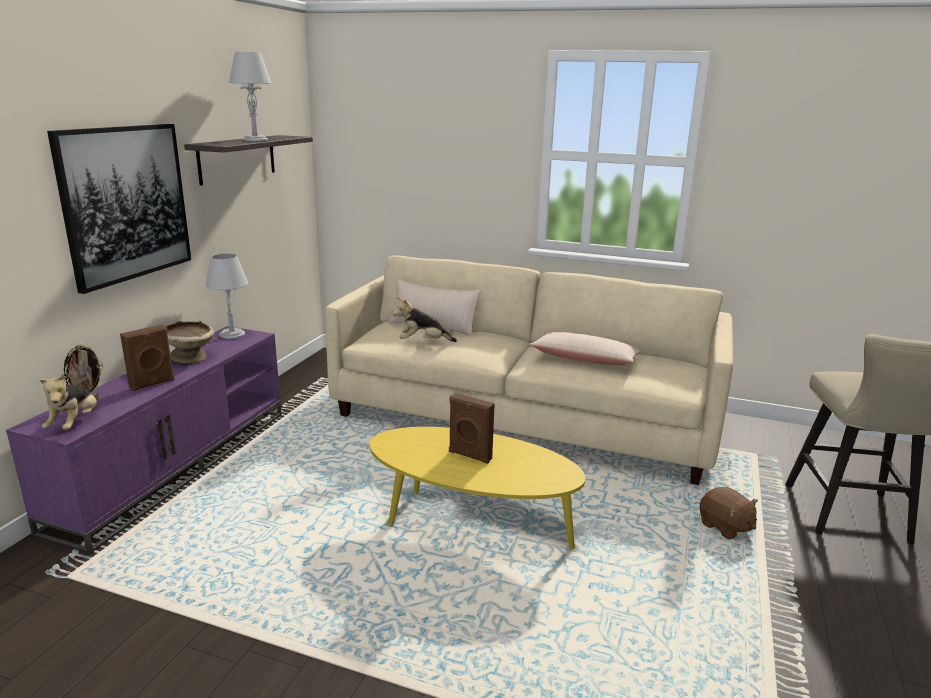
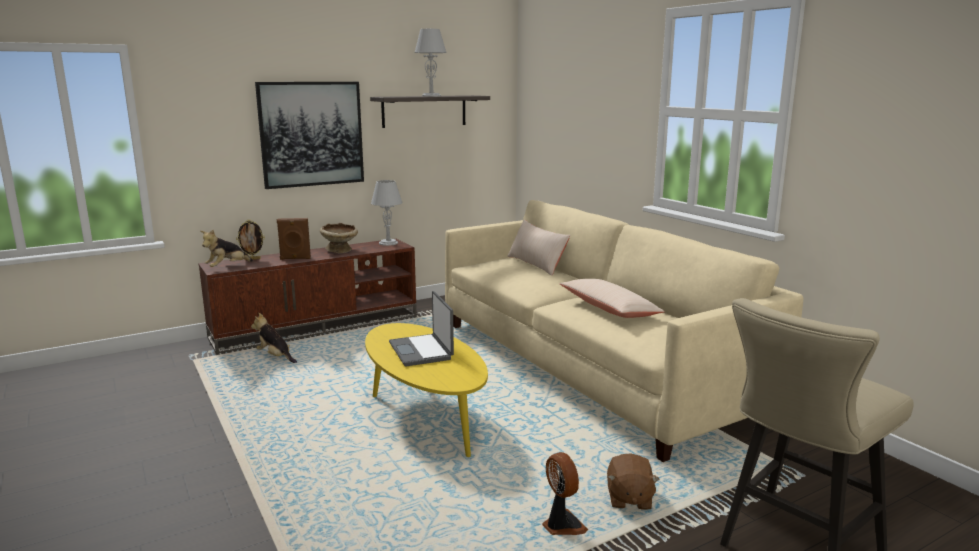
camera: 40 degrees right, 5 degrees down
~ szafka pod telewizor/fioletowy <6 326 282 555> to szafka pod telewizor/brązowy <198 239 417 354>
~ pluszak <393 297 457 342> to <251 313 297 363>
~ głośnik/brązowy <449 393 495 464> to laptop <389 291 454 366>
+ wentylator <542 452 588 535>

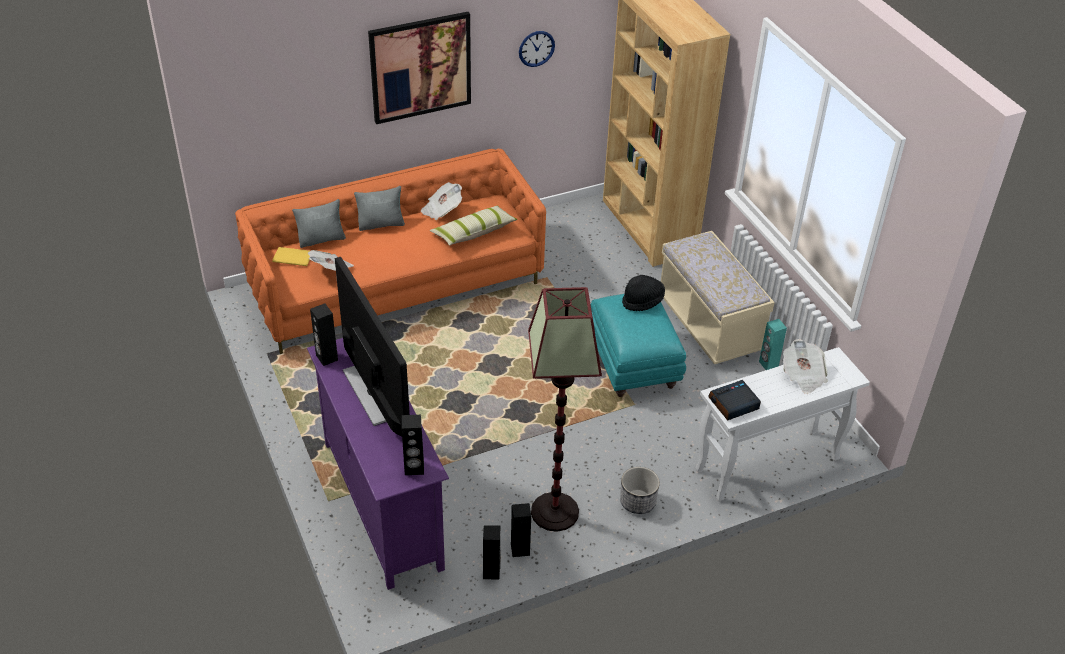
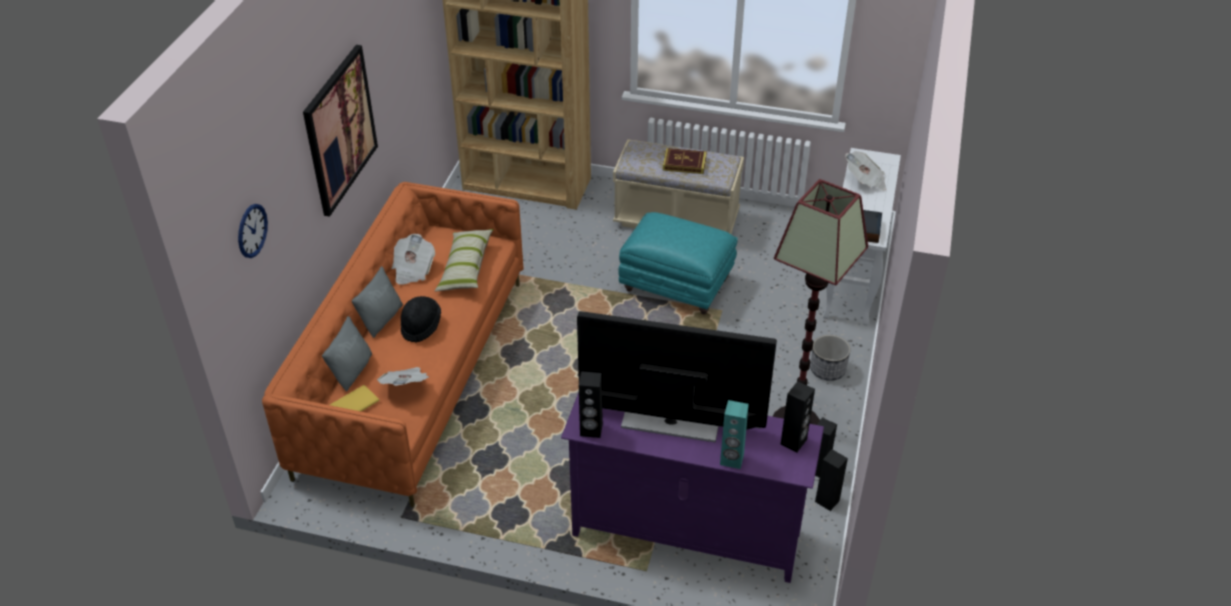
camera: 50 degrees left, 0 degrees up
~ zegar ścienny <519 31 555 67> to <238 204 268 258>
~ kapelusz/czarny <622 275 665 311> to <401 296 441 343>
~ głośnik/turkusowy <759 319 787 370> to <720 400 749 469>
+ książka <663 148 707 174>

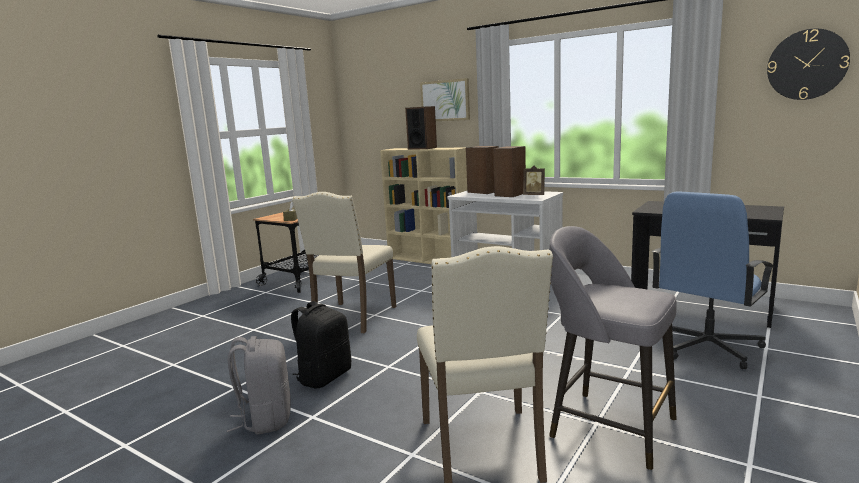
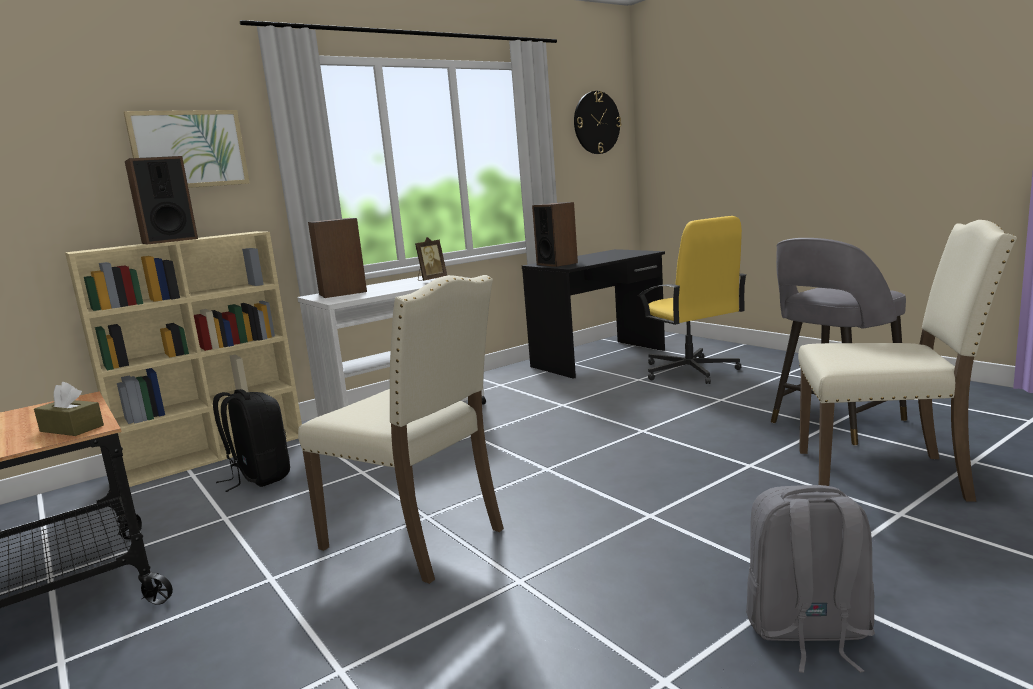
camera: 70 degrees left, 0 degrees up
~ plecak/czarny <291 301 351 389> to <213 389 290 492>
~ głośnik <493 146 526 197> to <532 202 578 267>
~ krzesło biurowe/niebieski <652 192 774 369> to krzesło biurowe/żółty <638 216 746 384>

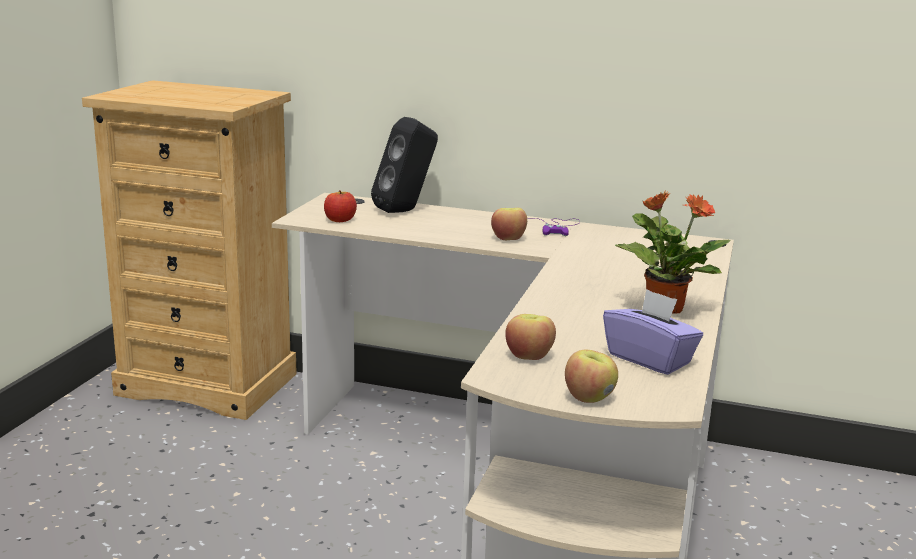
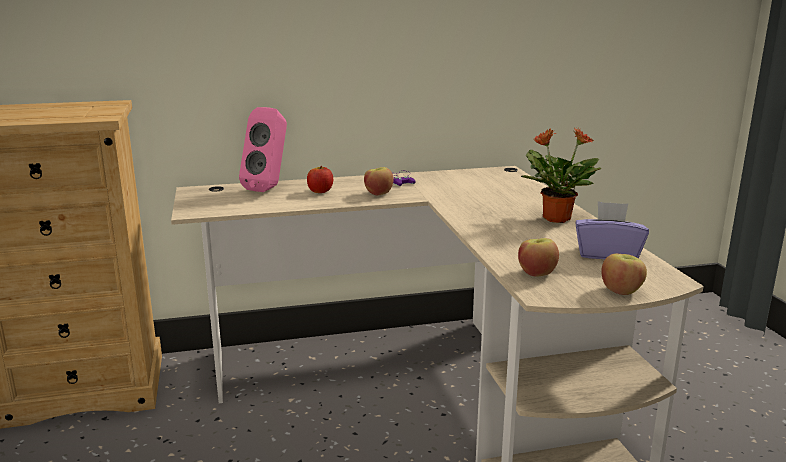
camera: 30 degrees left, 0 degrees up
~ jabłko <324 190 357 222> to <307 166 333 193>
~ głośnik/czarny <371 117 438 213> to głośnik/różowy <239 107 287 192>

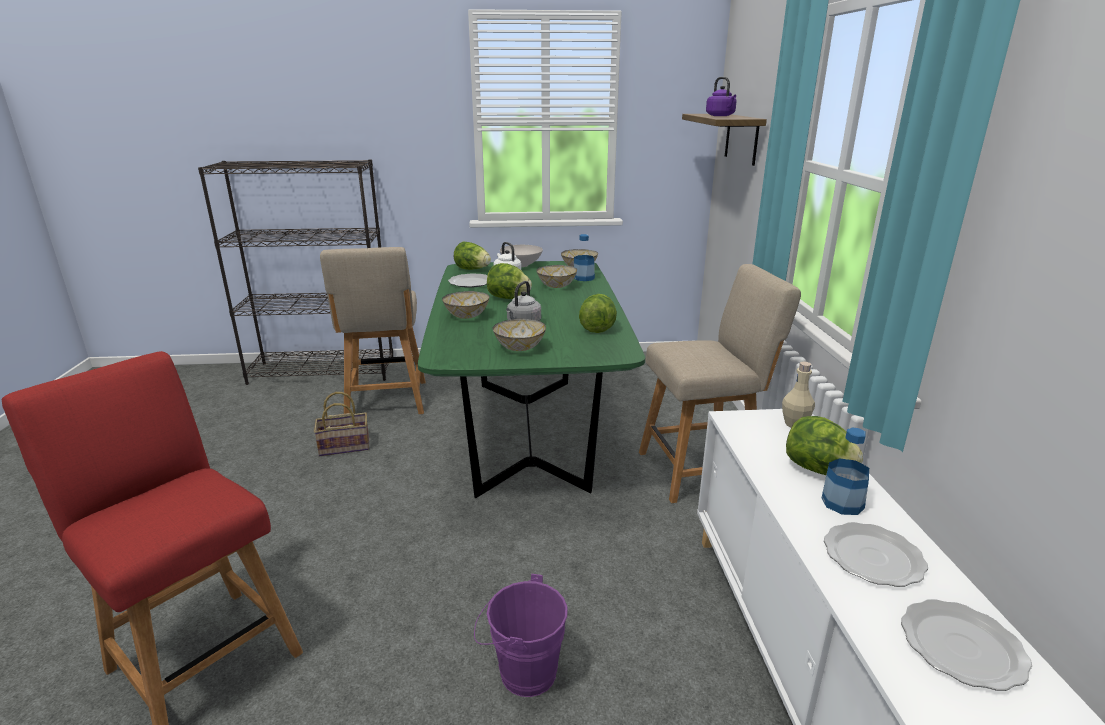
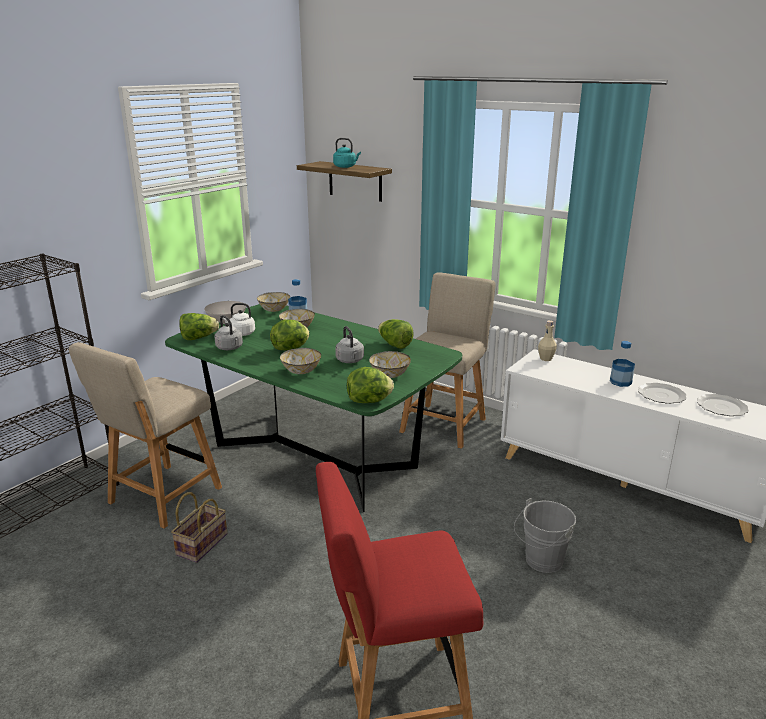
camera: 50 degrees left, 0 degrees up
~ krzesło/beżowy <320 247 426 414> = <69 342 222 529> 90 degrees clockwise
~ talerz <448 273 488 288> to czajnik/szary <214 315 243 350>
~ wiadro/fioletowy <474 574 568 697> to wiadro/szary <514 498 576 573>
~ czajnik/fioletowy <706 77 737 116> to czajnik/turkusowy <333 138 361 168>
~ sałata <786 416 863 475> to <347 367 394 403>

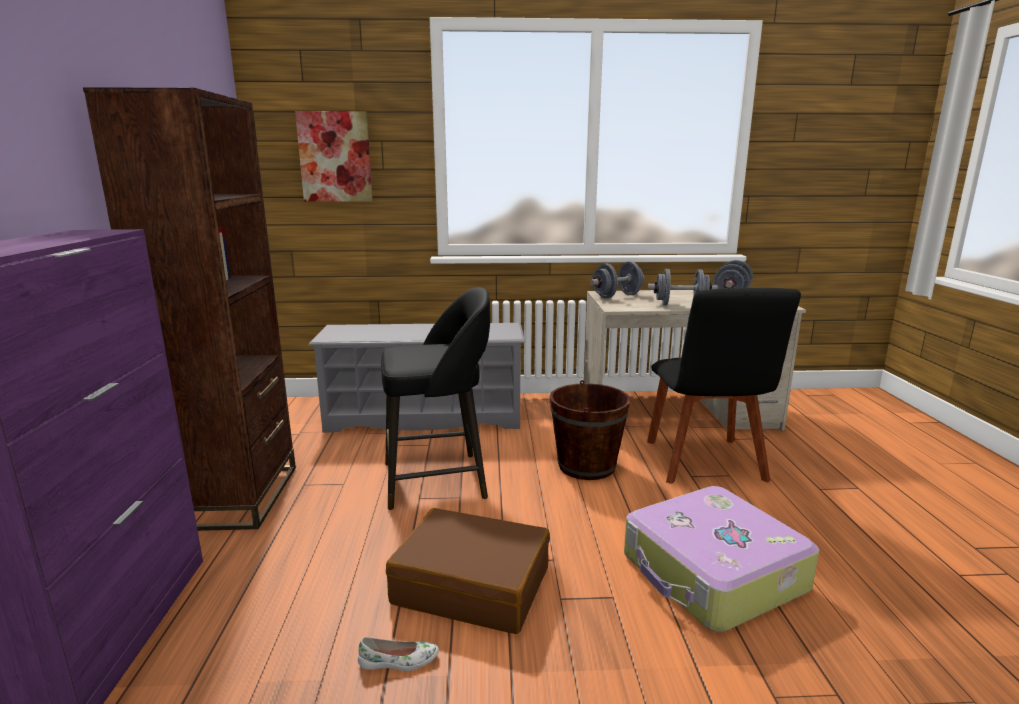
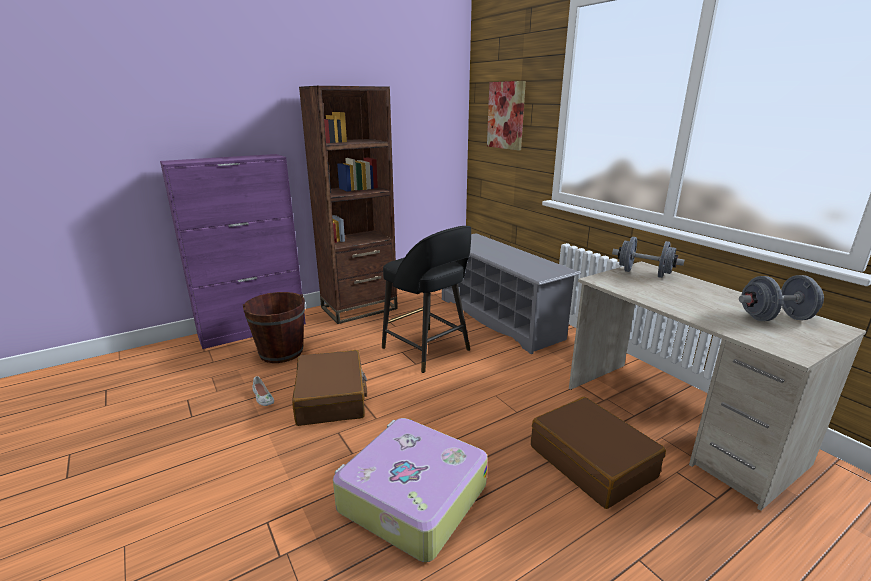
camera: 60 degrees right, 5 degrees up
~ wiadro/brązowy <550 380 630 480> to <243 292 305 363>
~ krzesło/czarny <647 288 801 484> to walizka/brązowy <531 397 666 509>
- hantel/szary <648 269 718 305>

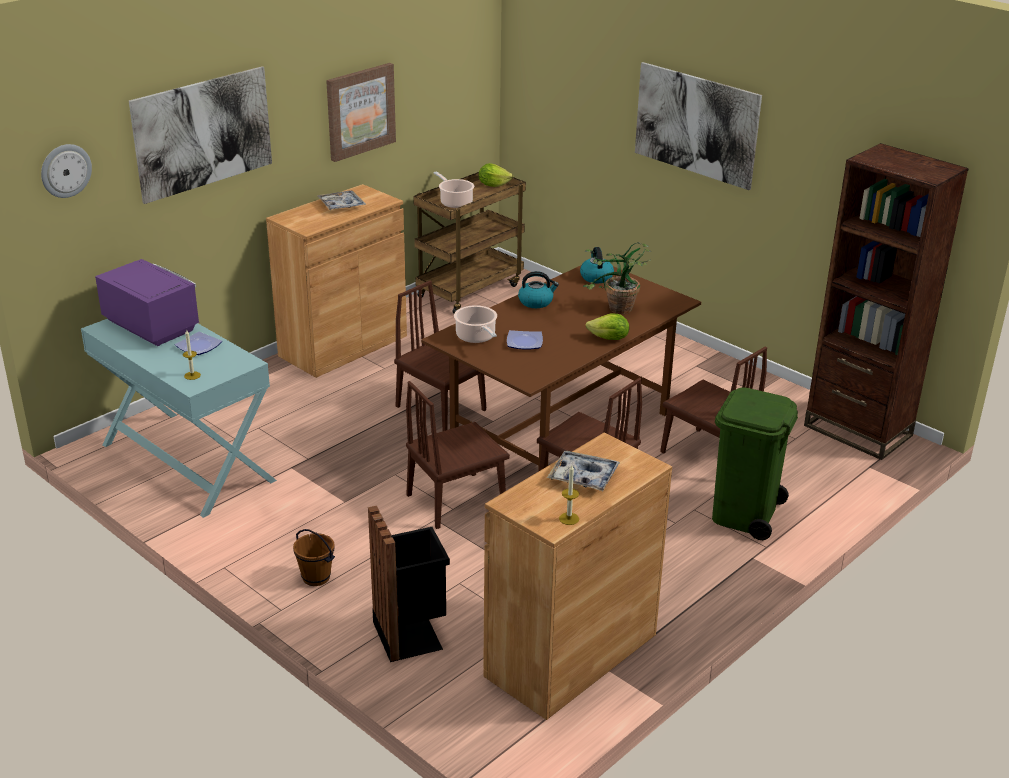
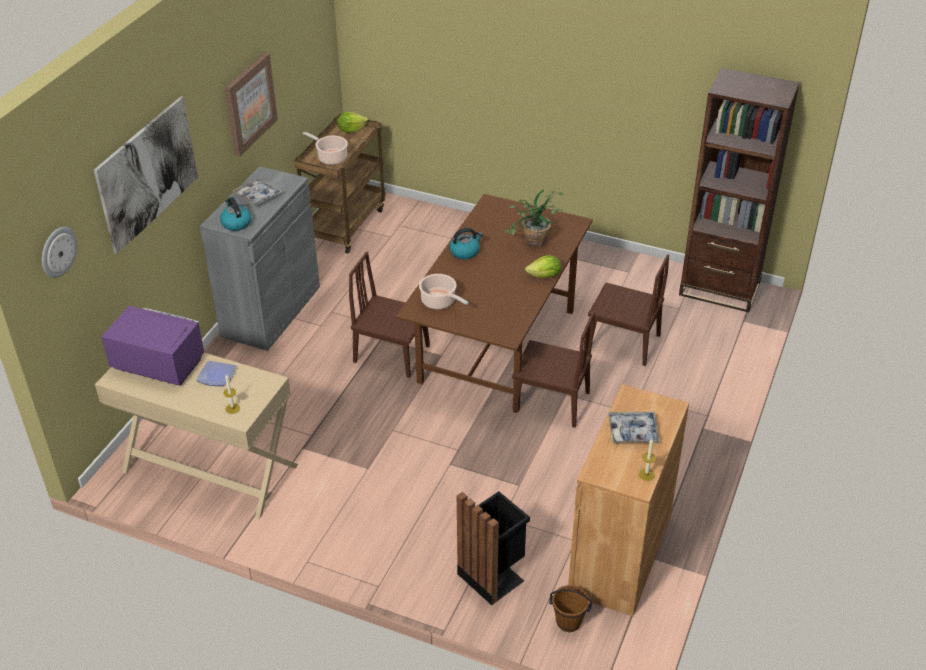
camera: 20 degrees left, 10 degrees up
~ stolik konsolowy/turkusowy <81 319 277 518> to stolik konsolowy/beżowy <95 353 298 519>
~ szafka/brązowy <266 184 407 378> to szafka/szary <200 166 320 351>
~ wiadro/brązowy <293 529 335 586> to <549 585 592 632>
- krzesło/brązowy <406 381 510 529>
- talerz <507 330 543 350>
~ czajnik <580 247 614 283> to <220 197 251 231>
- obraz <635 62 762 190>
- kosz na śmieci/zielony <712 387 798 540>

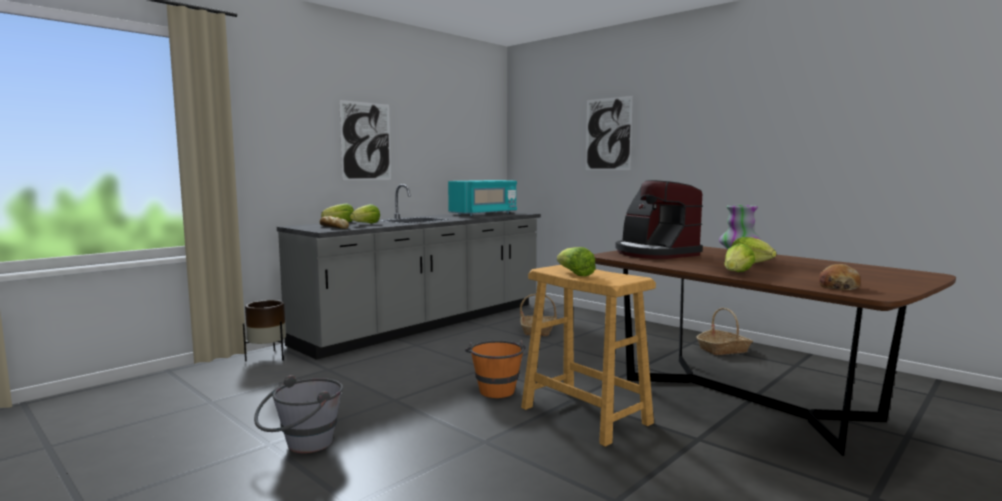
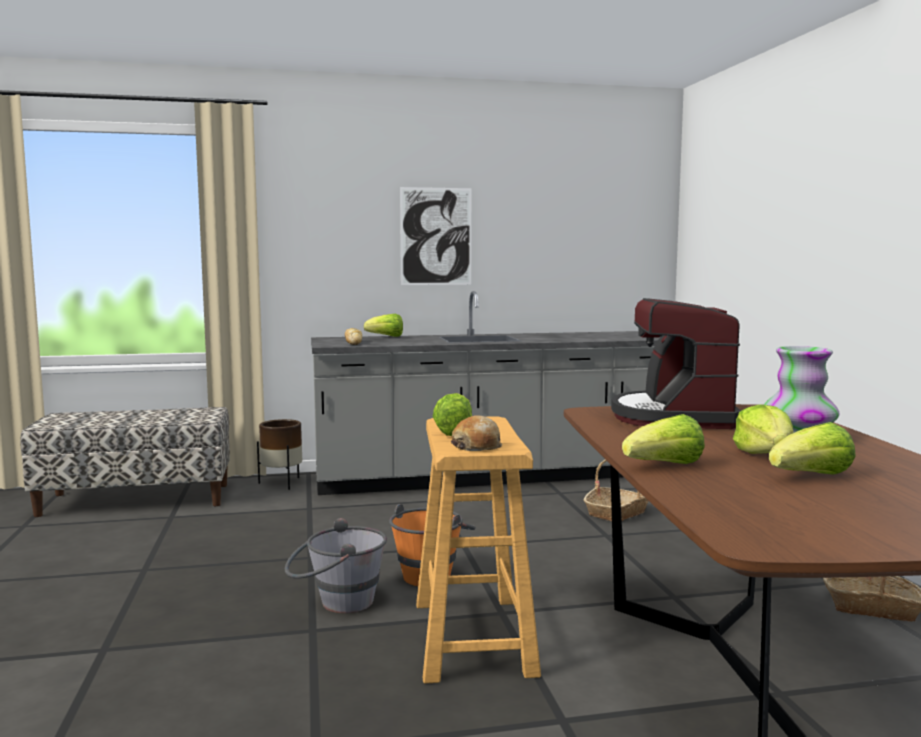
camera: 35 degrees right, 0 degrees up
~ wiadro/szary <254 375 343 453> to <285 518 387 613>
~ sałata <350 204 380 224> to <769 422 856 475>
- mikrofalówka/turkusowy <448 180 517 216>
- obraz <586 96 633 170>
~ chleb <819 264 861 290> to <451 415 502 451>
+ ławka <20 407 230 517>

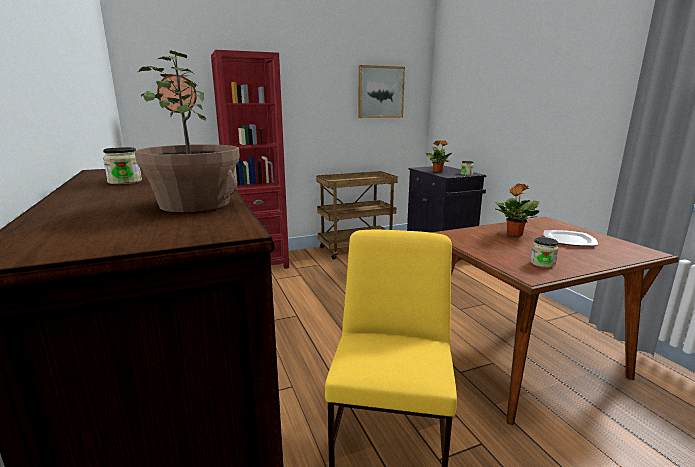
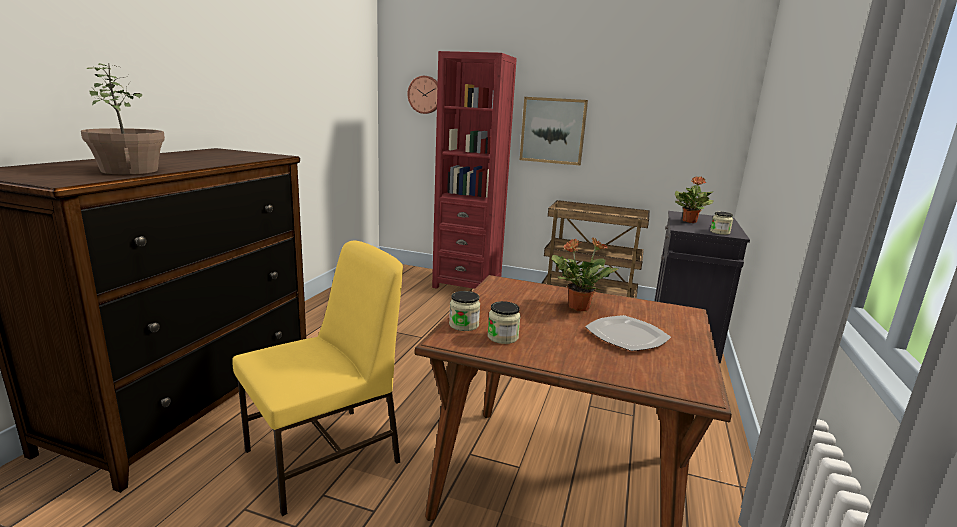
camera: 40 degrees right, 0 degrees up
~ słoik <103 147 142 184> to <449 291 480 331>
~ obraz <358 65 405 118> to <520 97 588 165>

